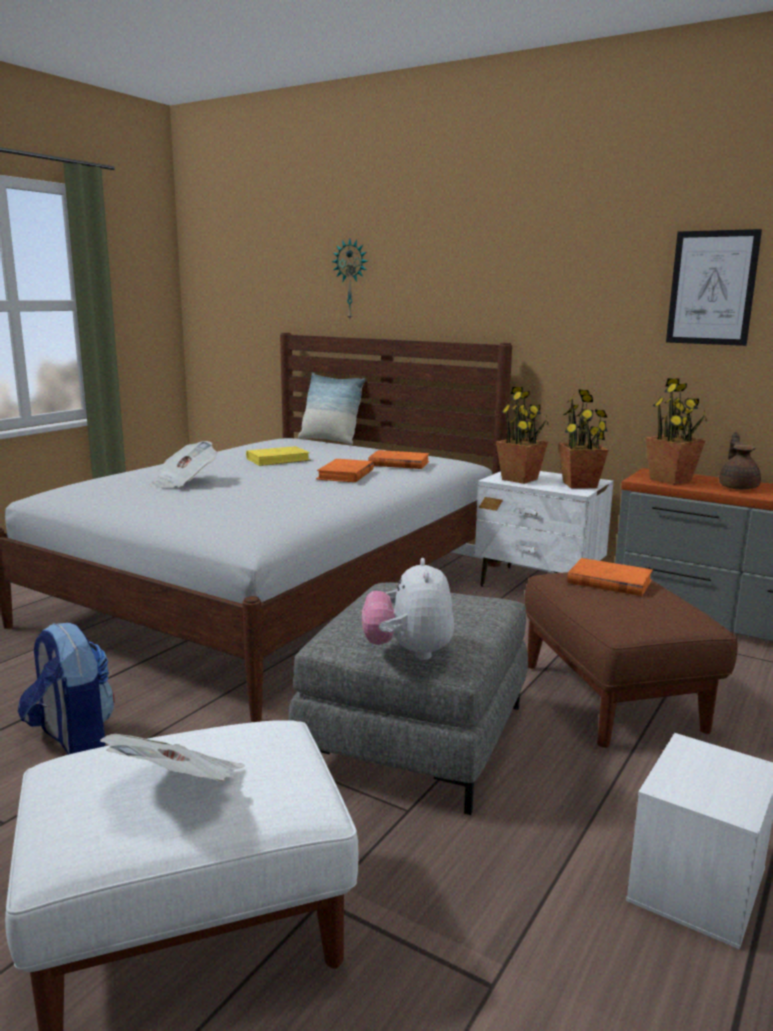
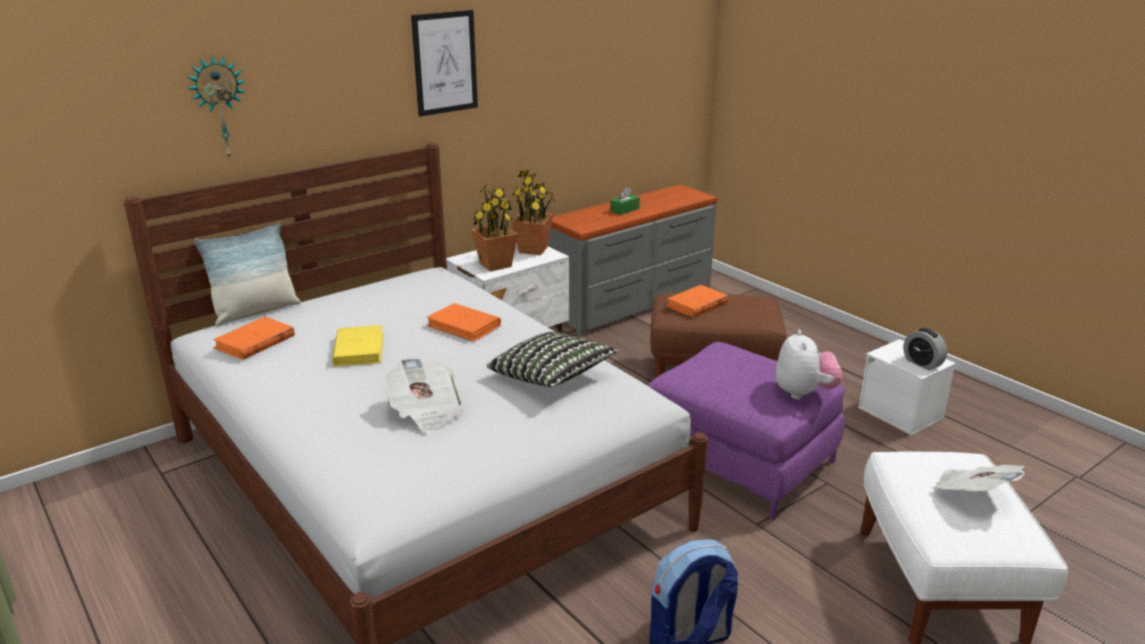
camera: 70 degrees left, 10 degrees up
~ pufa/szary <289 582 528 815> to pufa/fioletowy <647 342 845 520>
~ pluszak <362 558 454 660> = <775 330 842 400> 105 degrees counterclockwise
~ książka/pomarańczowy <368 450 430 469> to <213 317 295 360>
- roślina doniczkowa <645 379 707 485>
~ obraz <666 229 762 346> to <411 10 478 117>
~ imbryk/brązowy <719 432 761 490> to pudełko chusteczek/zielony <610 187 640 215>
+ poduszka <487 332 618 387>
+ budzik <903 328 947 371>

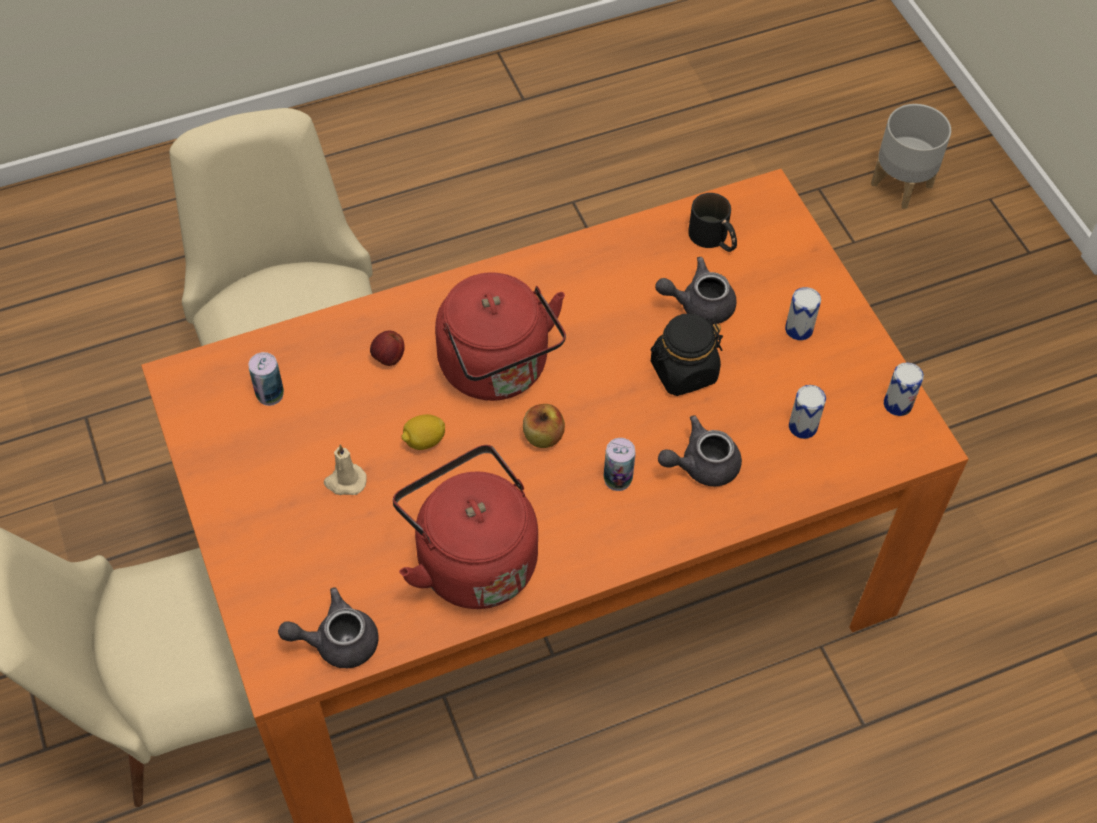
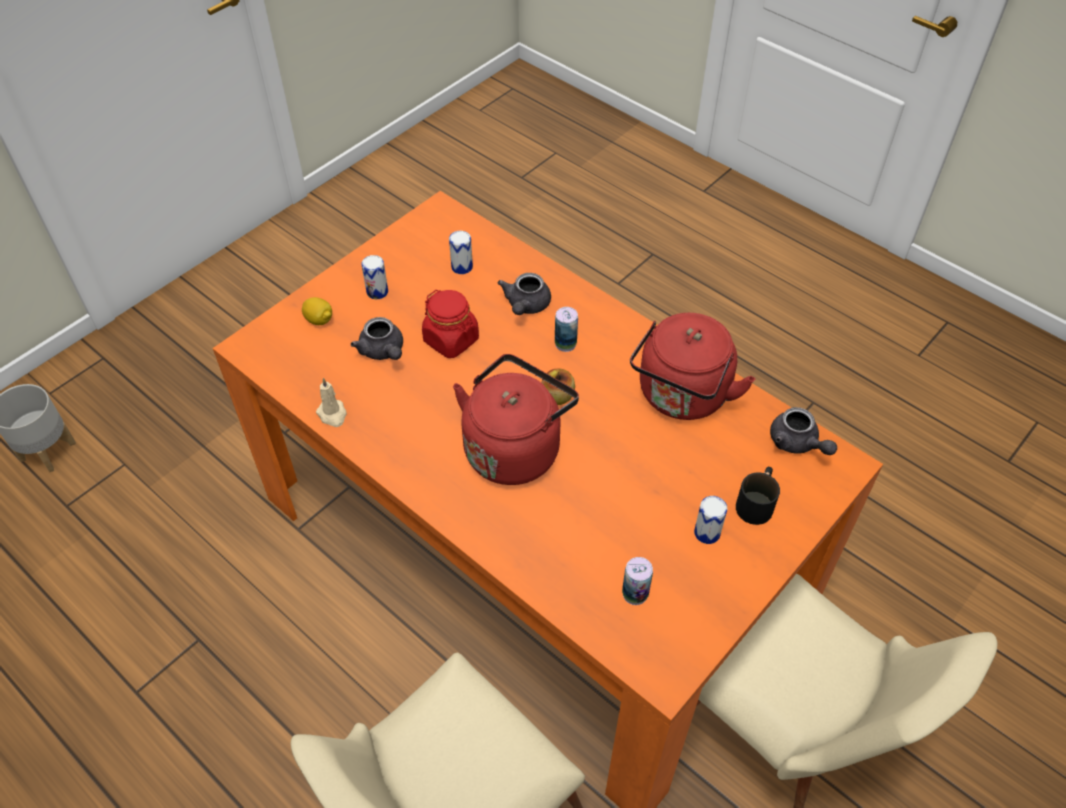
camera: 115 degrees left, 5 degrees down
~ świeca/beżowy <324 445 367 495> to <316 378 347 427>
- jabłko <370 331 405 366>
~ cytryna <402 414 445 450> to <302 297 332 325>
~ słoik/czarny <651 313 723 396> to słoik/czerwony <422 290 479 358>
~ imbryk/szary <658 415 742 487> = <497 273 551 315> 60 degrees clockwise
~ kubek/czarny <688 193 737 252> to <736 467 780 525>
~ puszka <884 362 924 416> to <694 496 728 544>

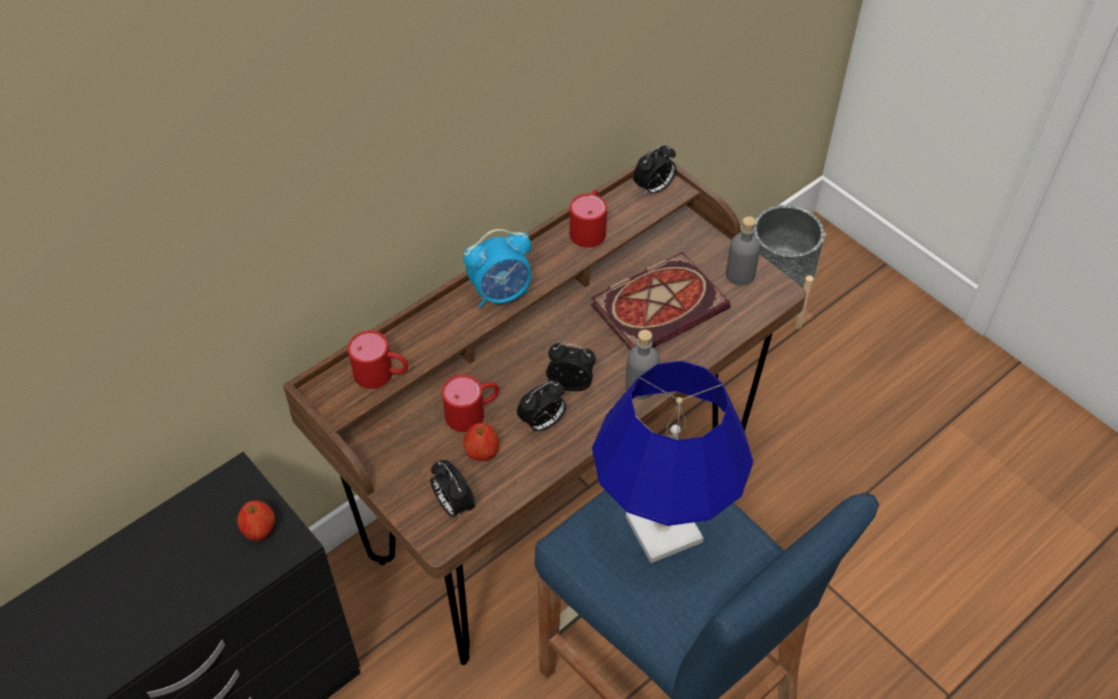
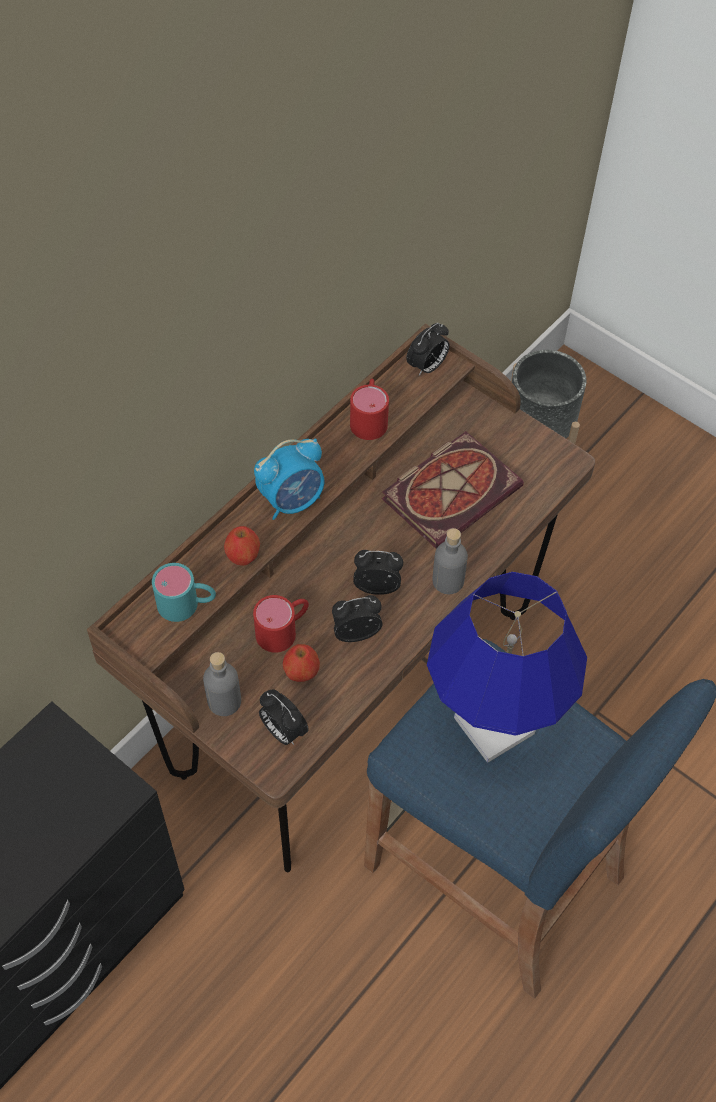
camera: 10 degrees left, 5 degrees up
~ jabłko <237 500 275 541> to <224 526 260 566>
~ kubek/czerwony <348 331 409 389> to kubek/turkusowy <152 563 216 622>
~ budzik <517 380 566 432> = <332 595 382 642> 150 degrees counterclockwise
~ butelka/szary <726 216 760 286> to <203 652 241 716>

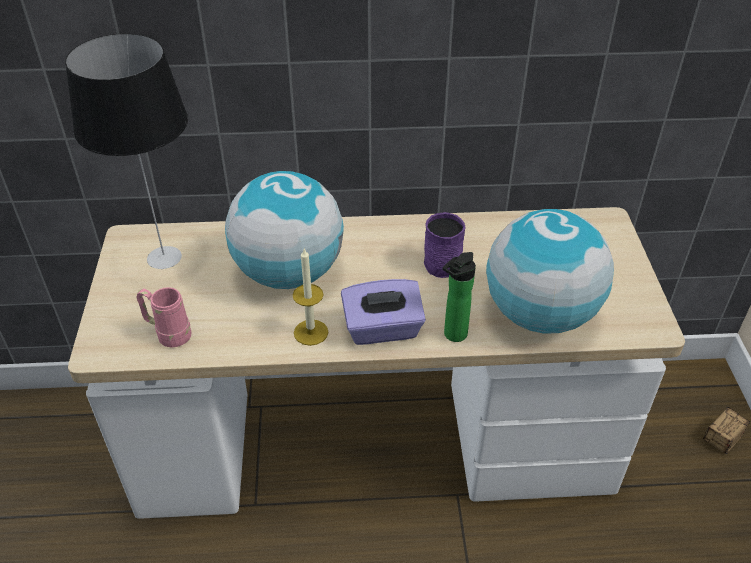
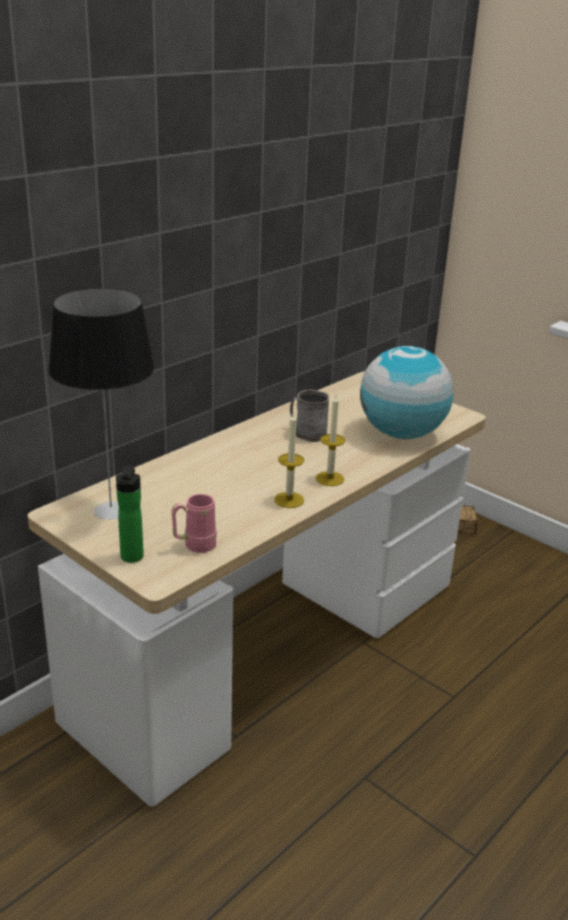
camera: 45 degrees left, 15 degrees down
- globus <225 171 344 289>
~ pudełko chusteczek/fioletowy <341 279 426 345> to świeca <316 395 345 486>
~ kubek/fioletowy <424 212 466 278> to kubek/szary <290 389 329 442>
~ butelka <443 252 476 342> to <116 465 144 563>

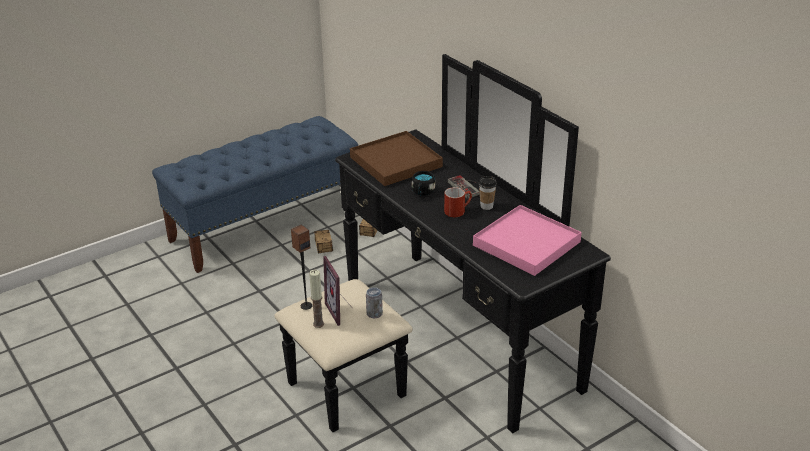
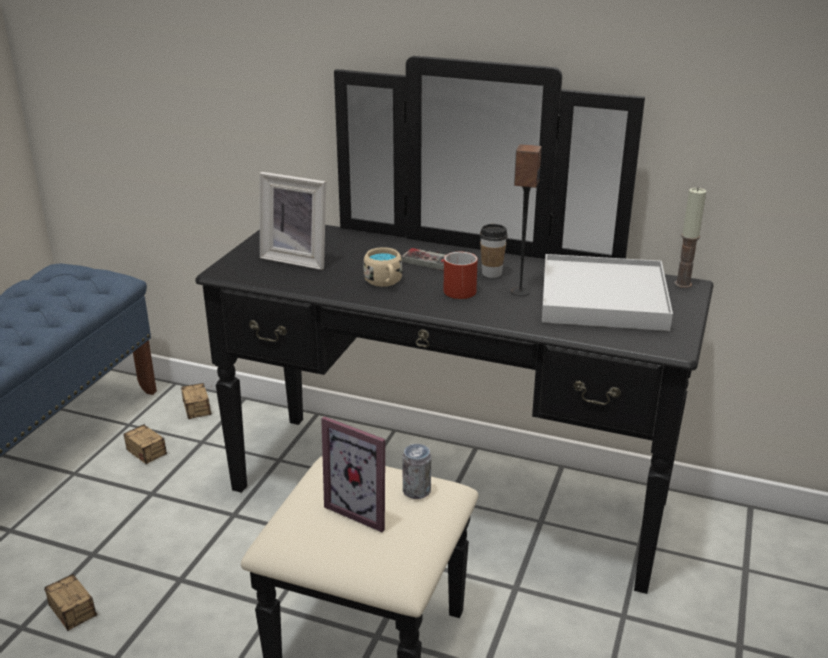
camera: 35 degrees left, 5 degrees down
~ głośnik <291 225 313 310> to <511 144 542 296>
~ świeca <309 270 324 328> to <674 187 706 288>
~ taca/brązowy <350 131 443 186> to ramka na zdjęcie <260 172 326 270>
~ kubek/czarny <412 171 436 196> to kubek/beżowy <363 247 403 287>
~ taca/różowy <473 205 582 276> to taca/biały <542 254 673 331>
+ pojemnik do przechowywania <44 574 110 631>

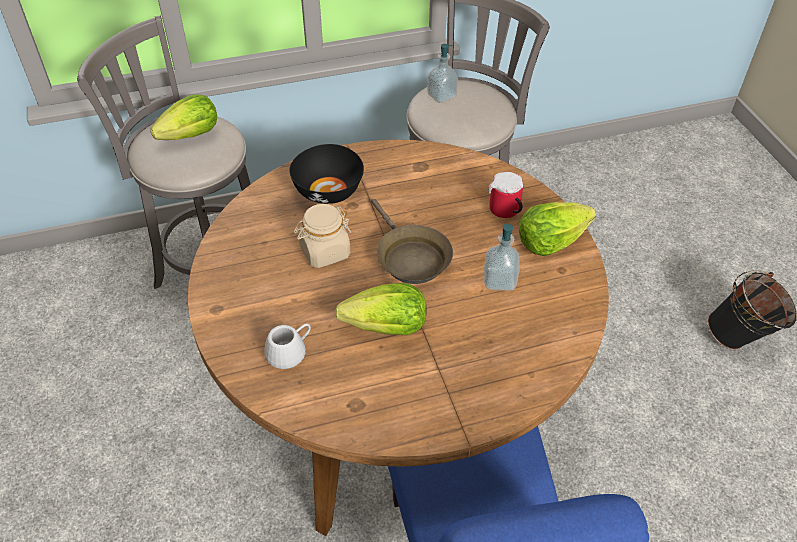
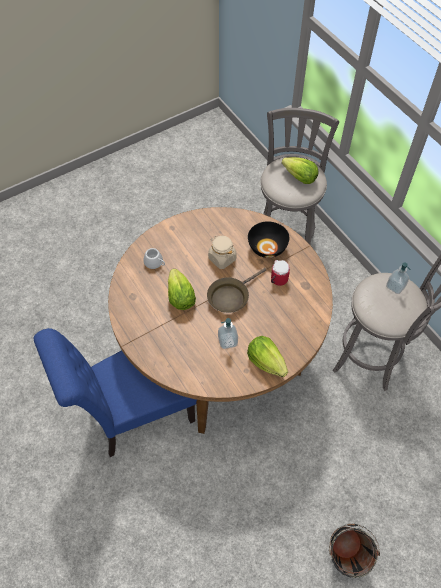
camera: 75 degrees right, 10 degrees up
~ kubek <488 172 523 218> to <271 260 290 286>

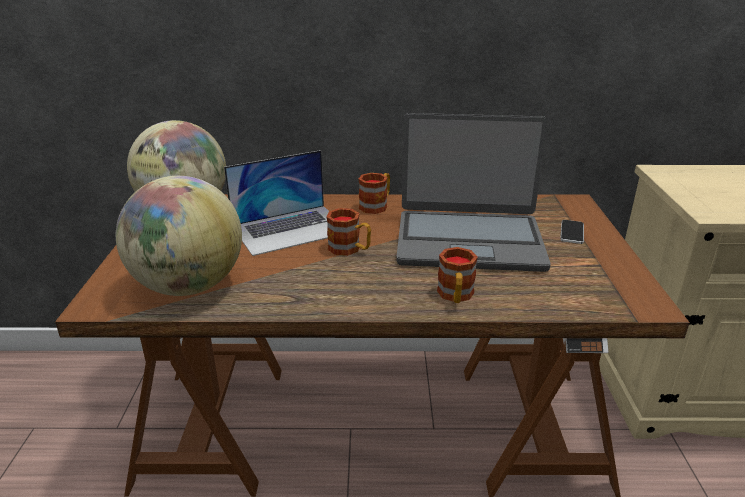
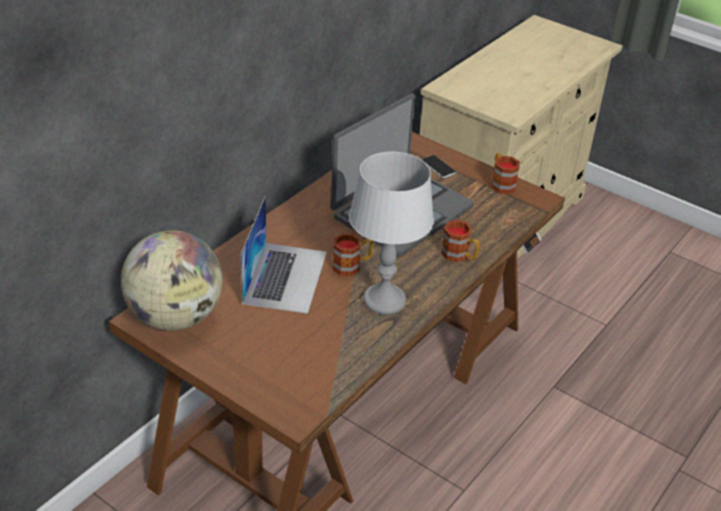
camera: 55 degrees left, 10 degrees up
- globus <116 176 242 296>
~ kubek <359 173 390 214> to <492 153 520 194>
+ lampa stołowa/szary <349 152 434 315>

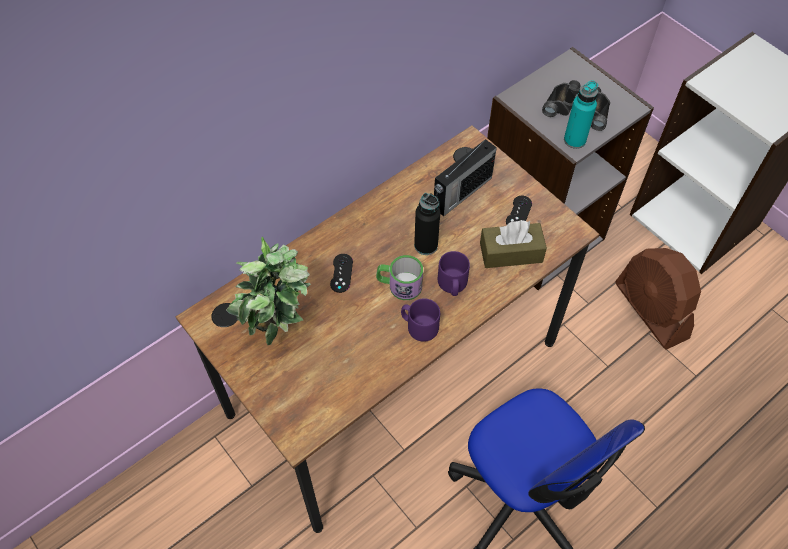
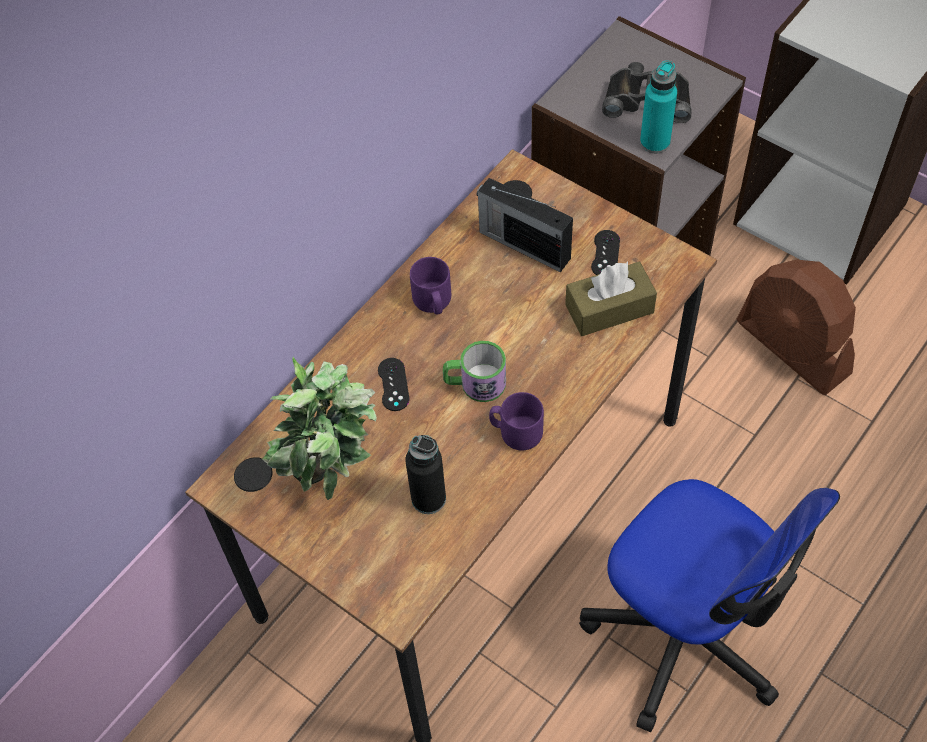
camera: 10 degrees left, 0 degrees up
~ butelka/czarny <414 193 440 255> to <405 435 446 514>
~ radio <434 139 497 217> = <476 178 573 272> 90 degrees clockwise
~ kubek/fioletowy <438 251 470 296> to <410 257 451 314>

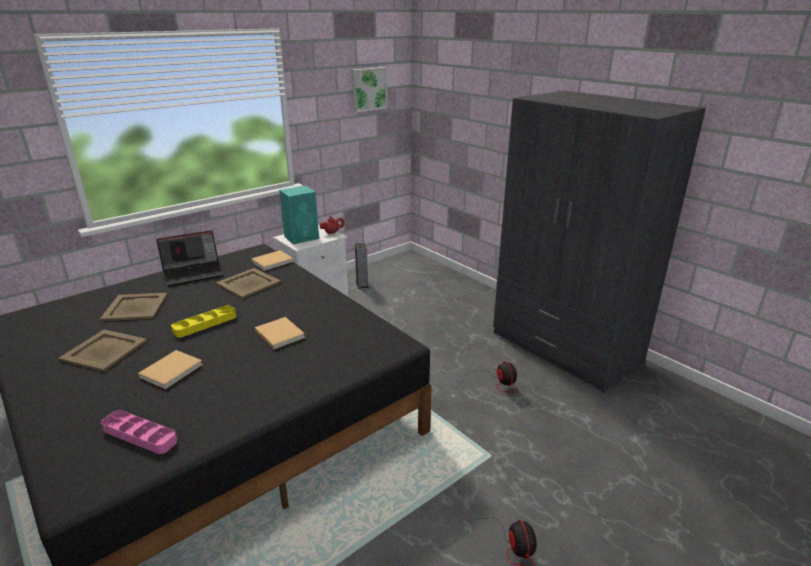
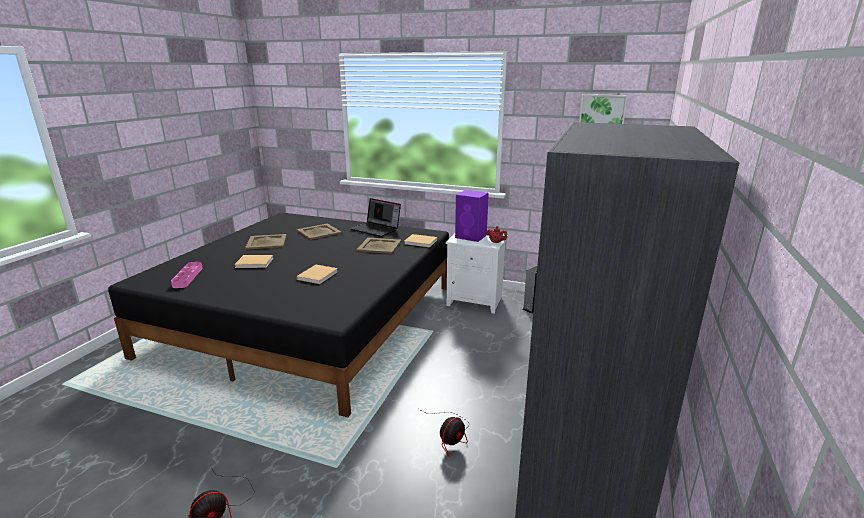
camera: 60 degrees right, 5 degrees down
- taca/żółty <171 305 236 338>
~ głośnik/turkusowy <279 186 319 244> to głośnik/fioletowy <455 190 489 242>

